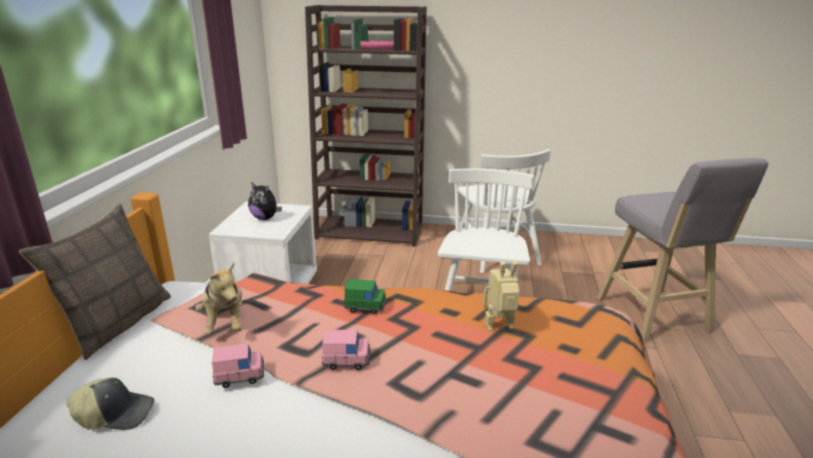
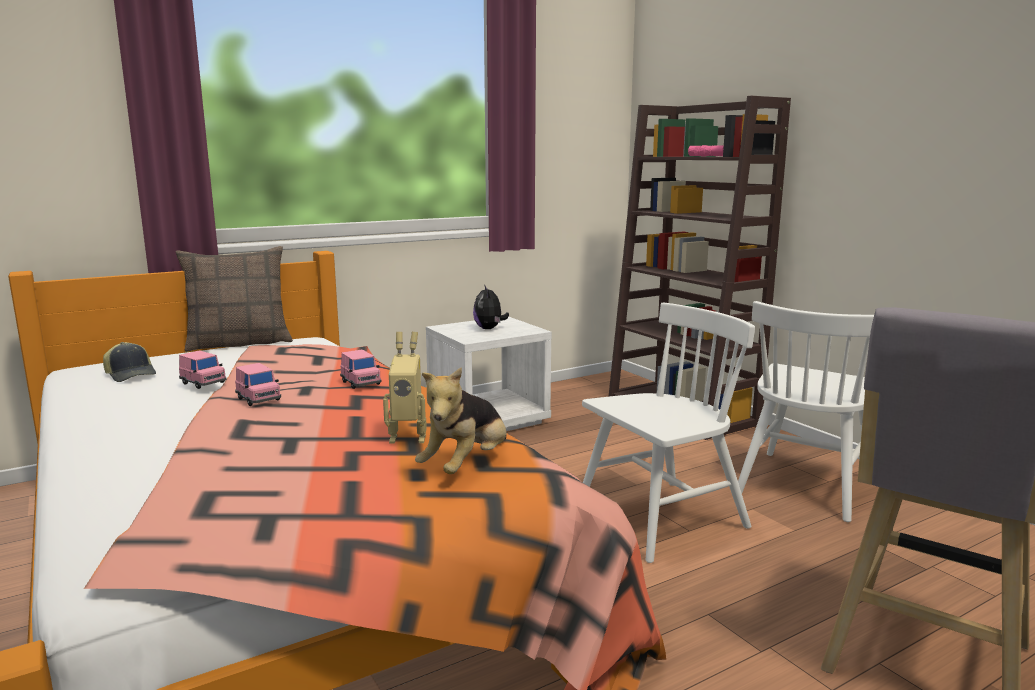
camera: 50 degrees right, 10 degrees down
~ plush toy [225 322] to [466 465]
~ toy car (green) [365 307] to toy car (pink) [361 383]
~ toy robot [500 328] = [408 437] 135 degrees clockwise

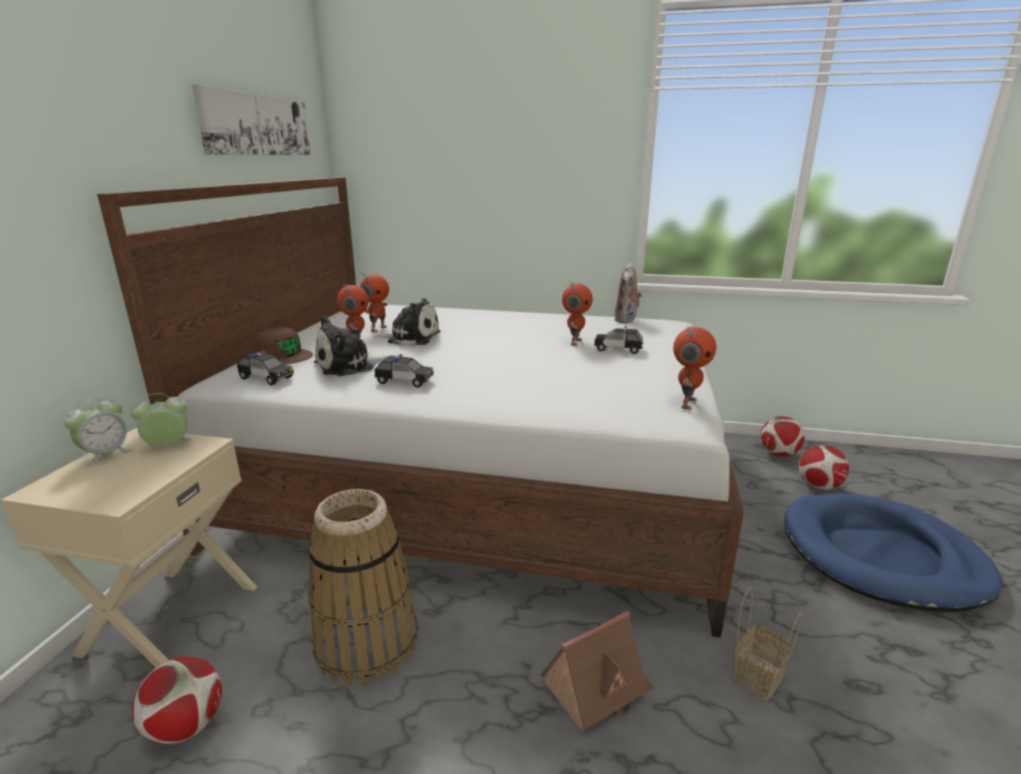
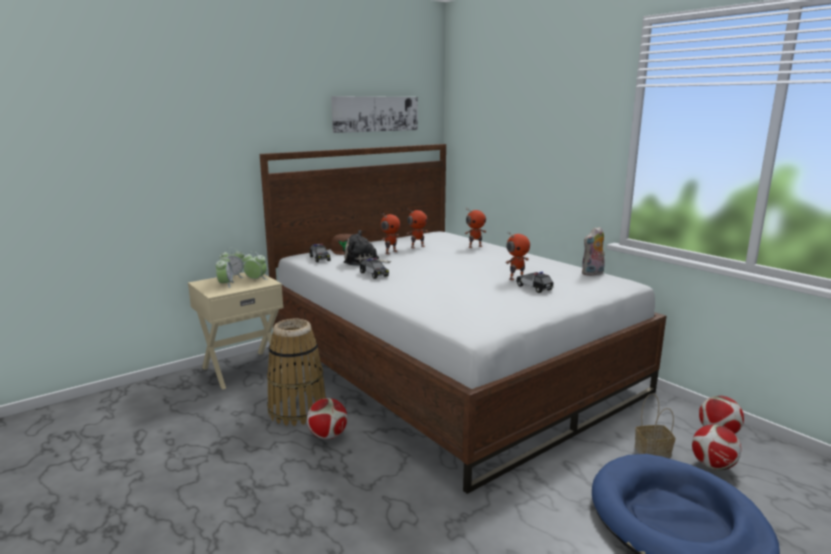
camera: 40 degrees right, 5 degrees down
~ football [186 726] to [328 436]
- plush toy [411 338]
- toy house [597 687]
~ toy robot [687 403] to [475 246]
~ basket [757 674] to [653 451]
+ alarm clock [225 284]

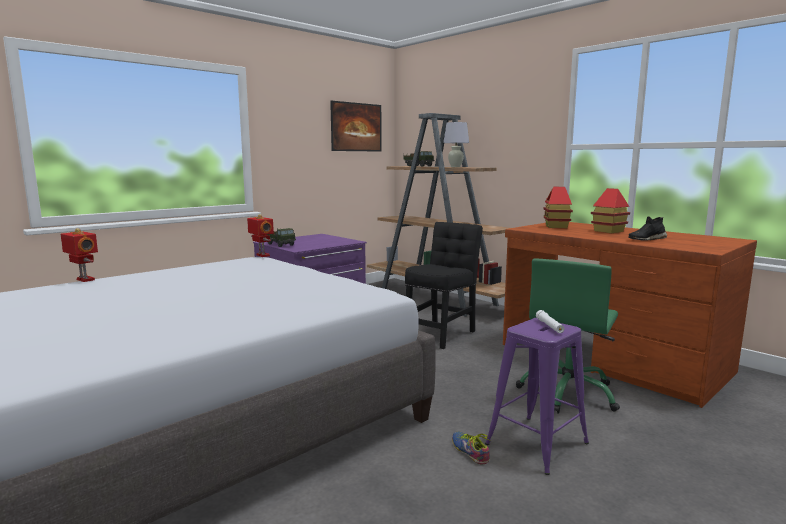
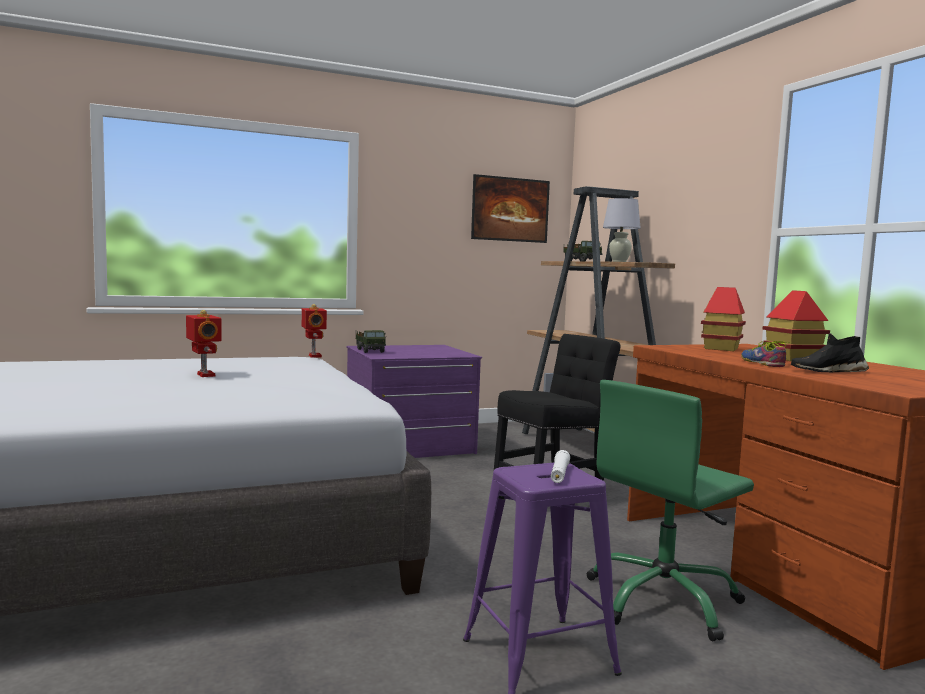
camera: 20 degrees right, 5 degrees down
~ toy robot [84 280] to [204 375]
~ shoe [471 450] to [764 363]

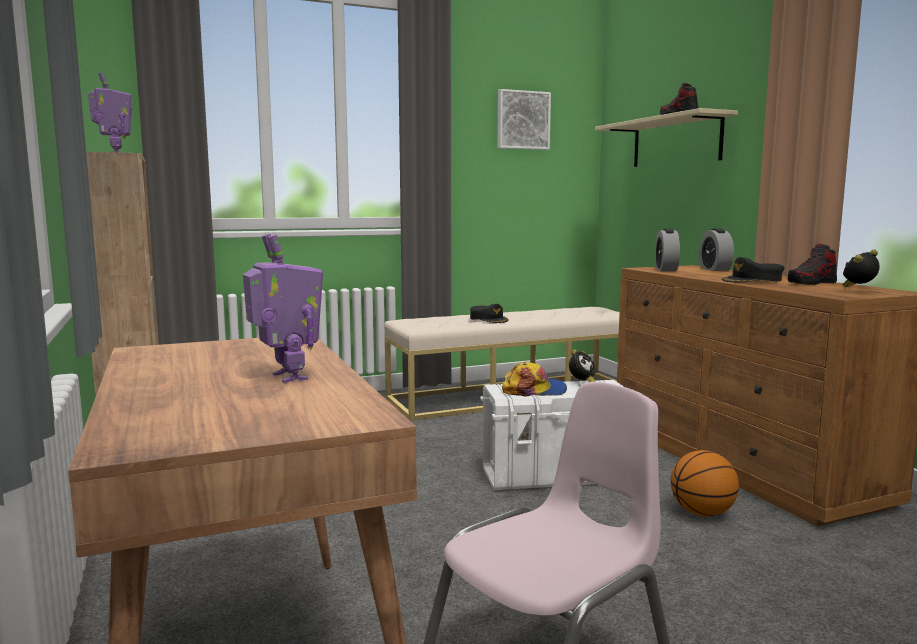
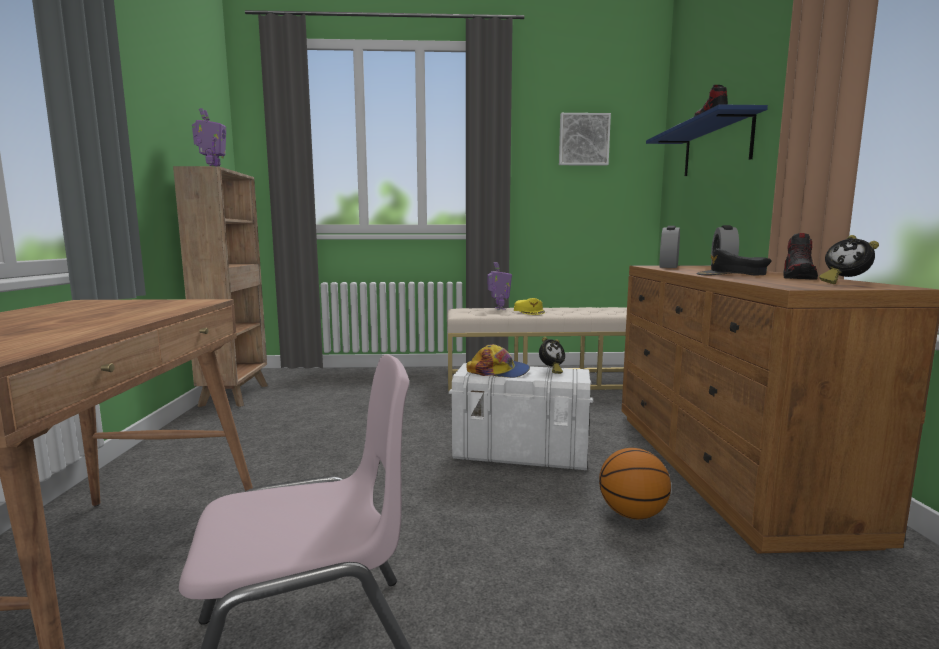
camera: 20 degrees right, 0 degrees up
~ toy robot [287 377] to [499 308]
~ cap (black) [489 319] to cap (yellow) [529 311]
~ shelf (beige) [676 142] to shelf (blue) [716 147]
~ shoe [811 283] = [798 278] 60 degrees counterclockwise
~ alarm clock [859 289] = [844 283] 120 degrees counterclockwise

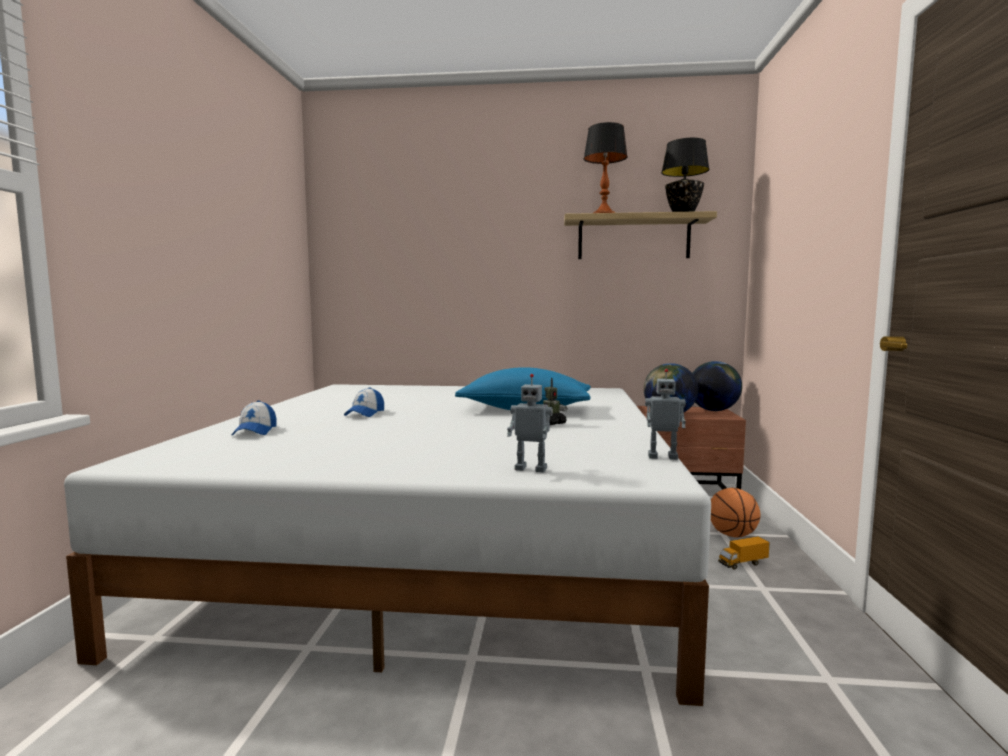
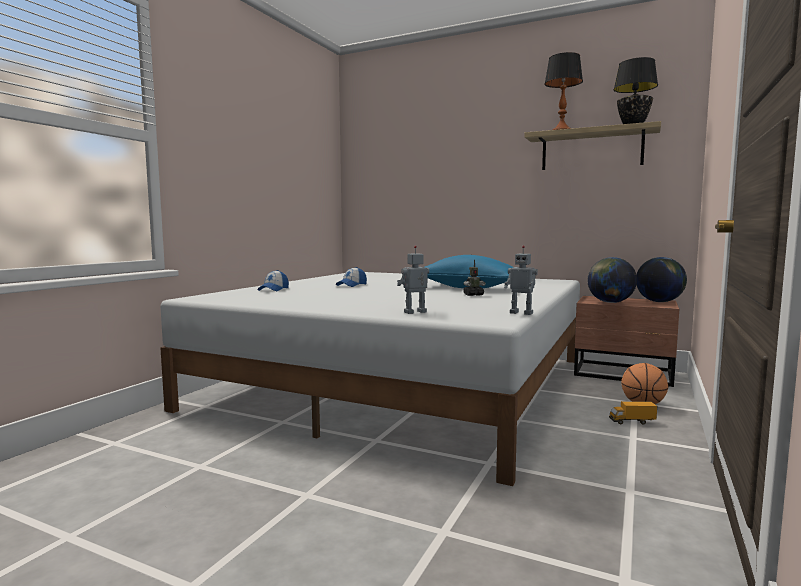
camera: 20 degrees right, 0 degrees up
~ toy robot [531 469] = [415 312] 120 degrees clockwise

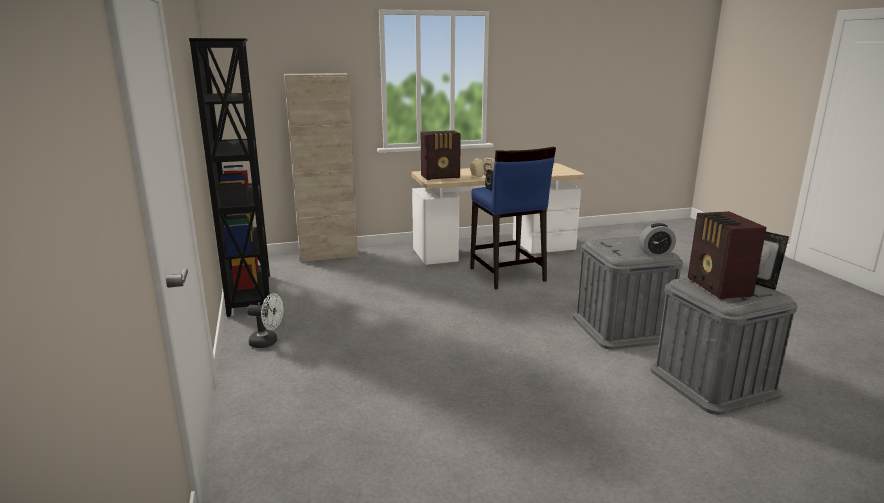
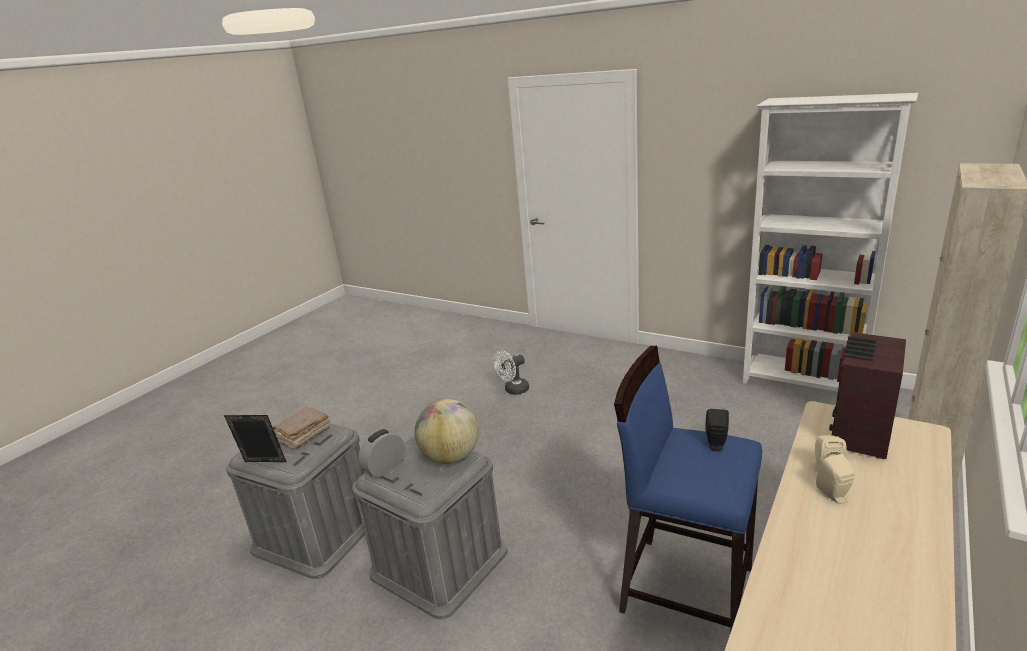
camera: 140 degrees right, 5 degrees up
~ bookcase (black) [251 294] to bookcase (white) [803 384]
~ fan (white) [268 342] to [513 390]
~ radio [718 288] to book (brown) [303 436]
+ globe [451 457]

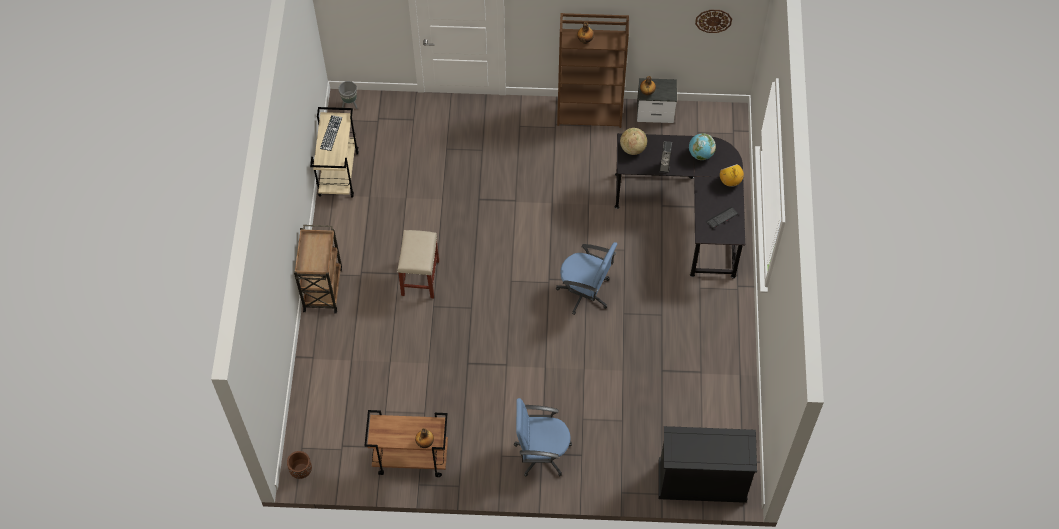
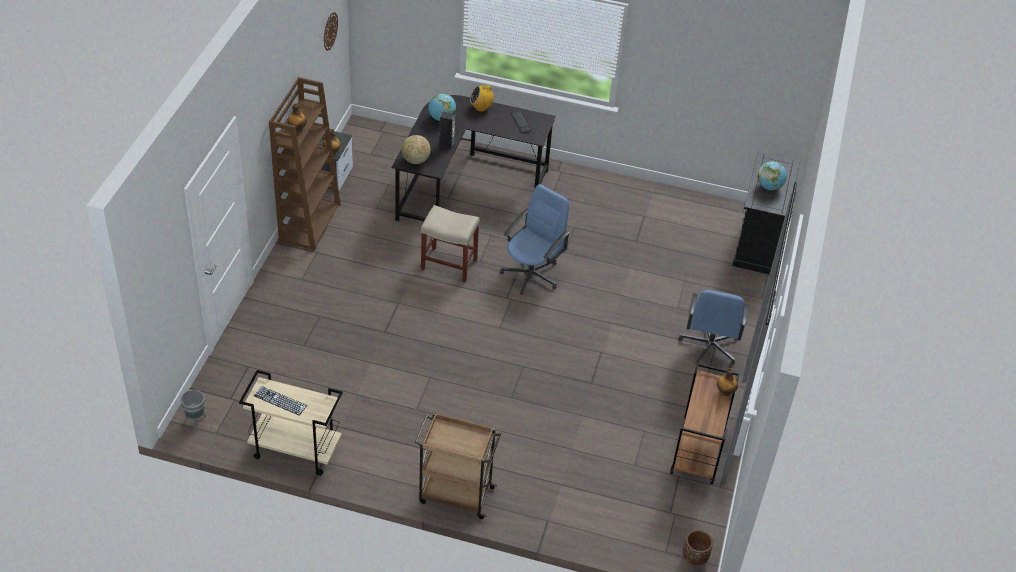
camera: 80 degrees left, 15 degrees down
~ stool (beige) [420 277] to [448 264]
+ globe [769 187]

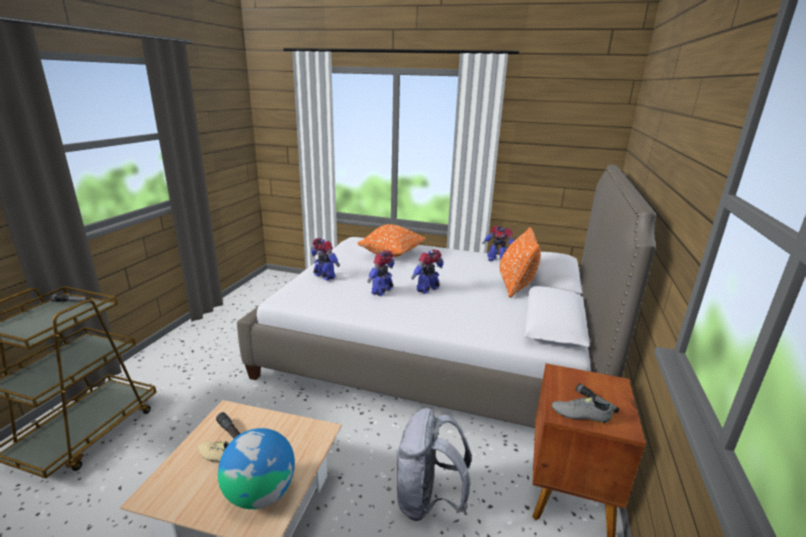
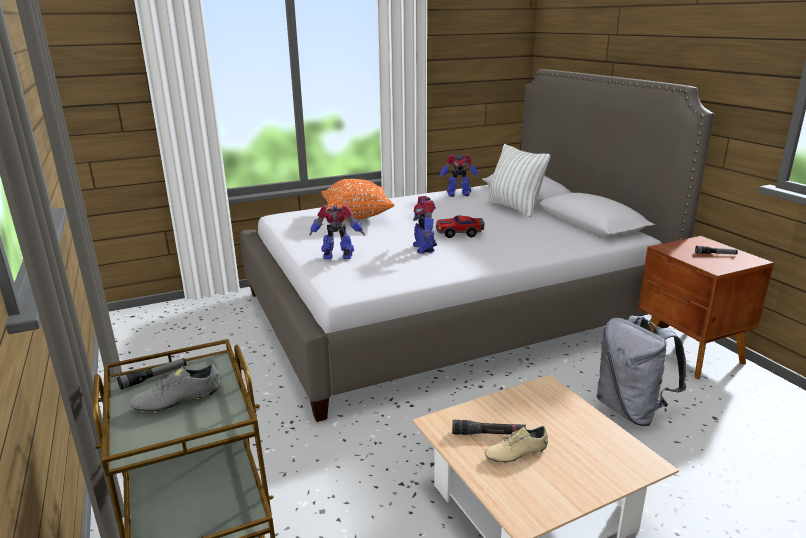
camera: 40 degrees left, 0 degrees up
- globe [260 493]
~ toy robot [428 289] to toy car [459 233]
~ pillow (orange) [515 286] to pillow (white) [514 208]
~ shoe (grey) [580 415] to [177 400]

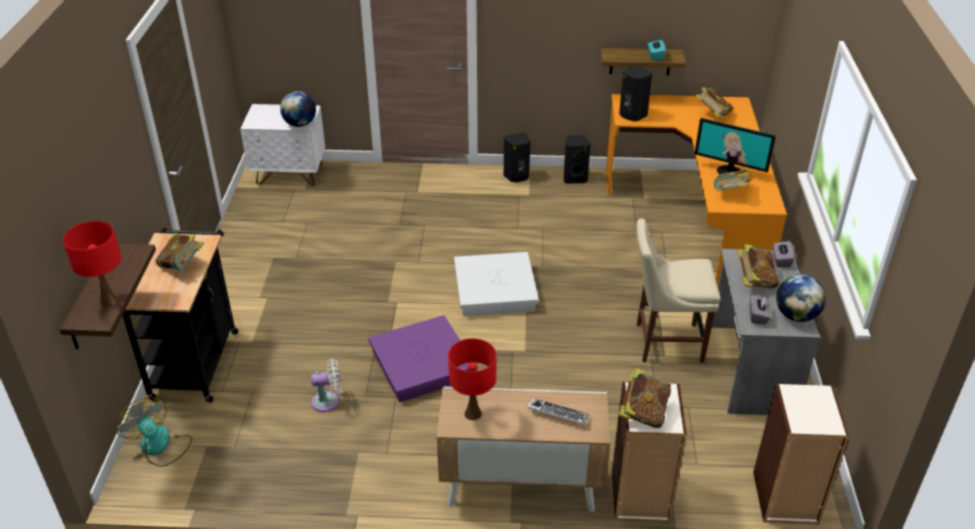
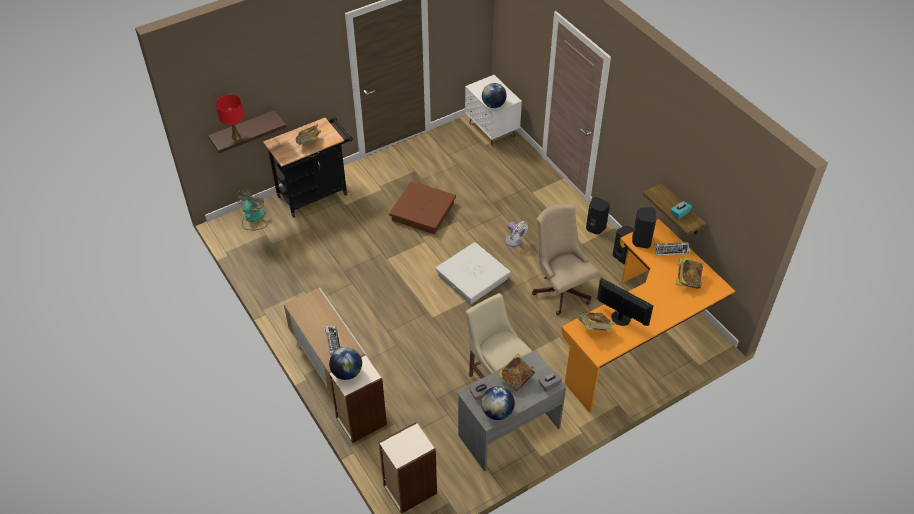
camera: 55 degrees right, 10 degrees up
~ fan (white) [328 401] to [514 241]
- storage box (purple) [421 365]
- table lamp (red) [472 413]
~ book [643 413] to globe [347 372]
~ monitor [729 171] = [620 318] 135 degrees clockwise
+ storage box (brown) [423 212]
+ office chair (beige) [560 289]
+ keyboard [671 250]

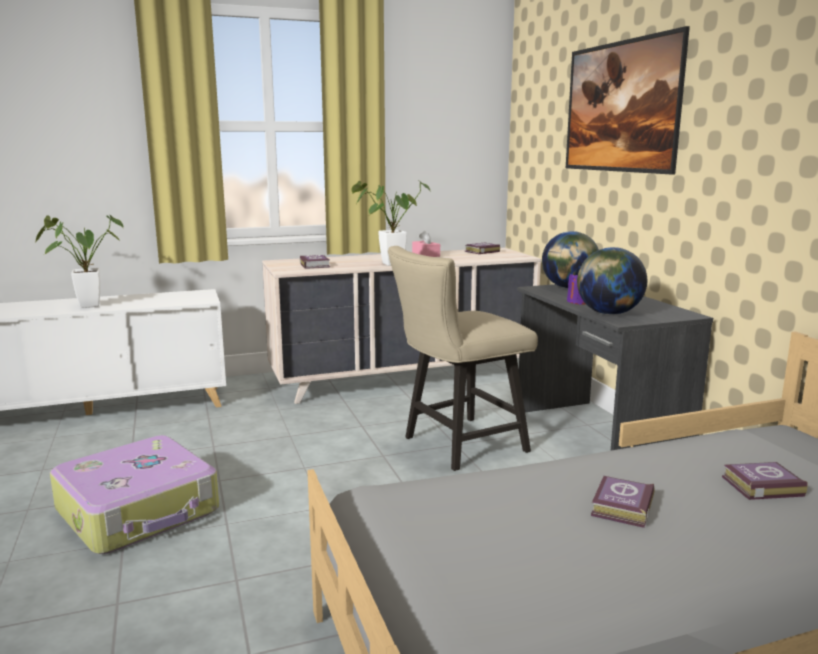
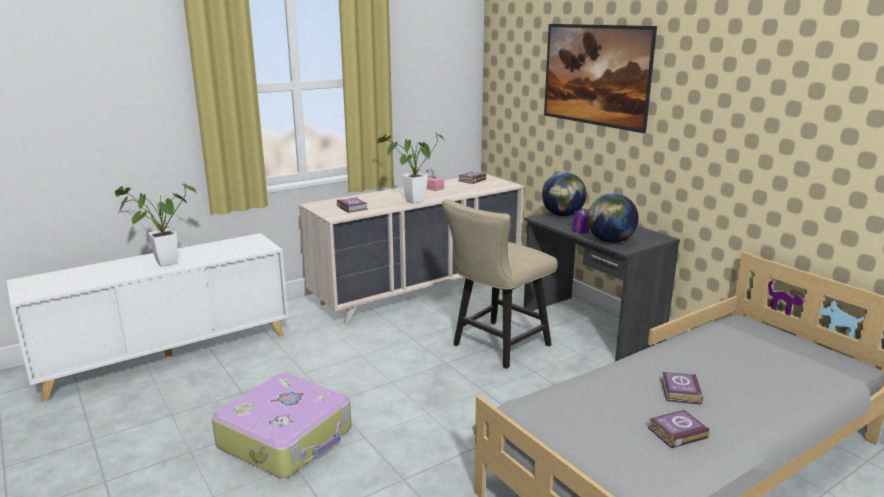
camera: 15 degrees left, 5 degrees up
~ book [760 486] to [675 432]

